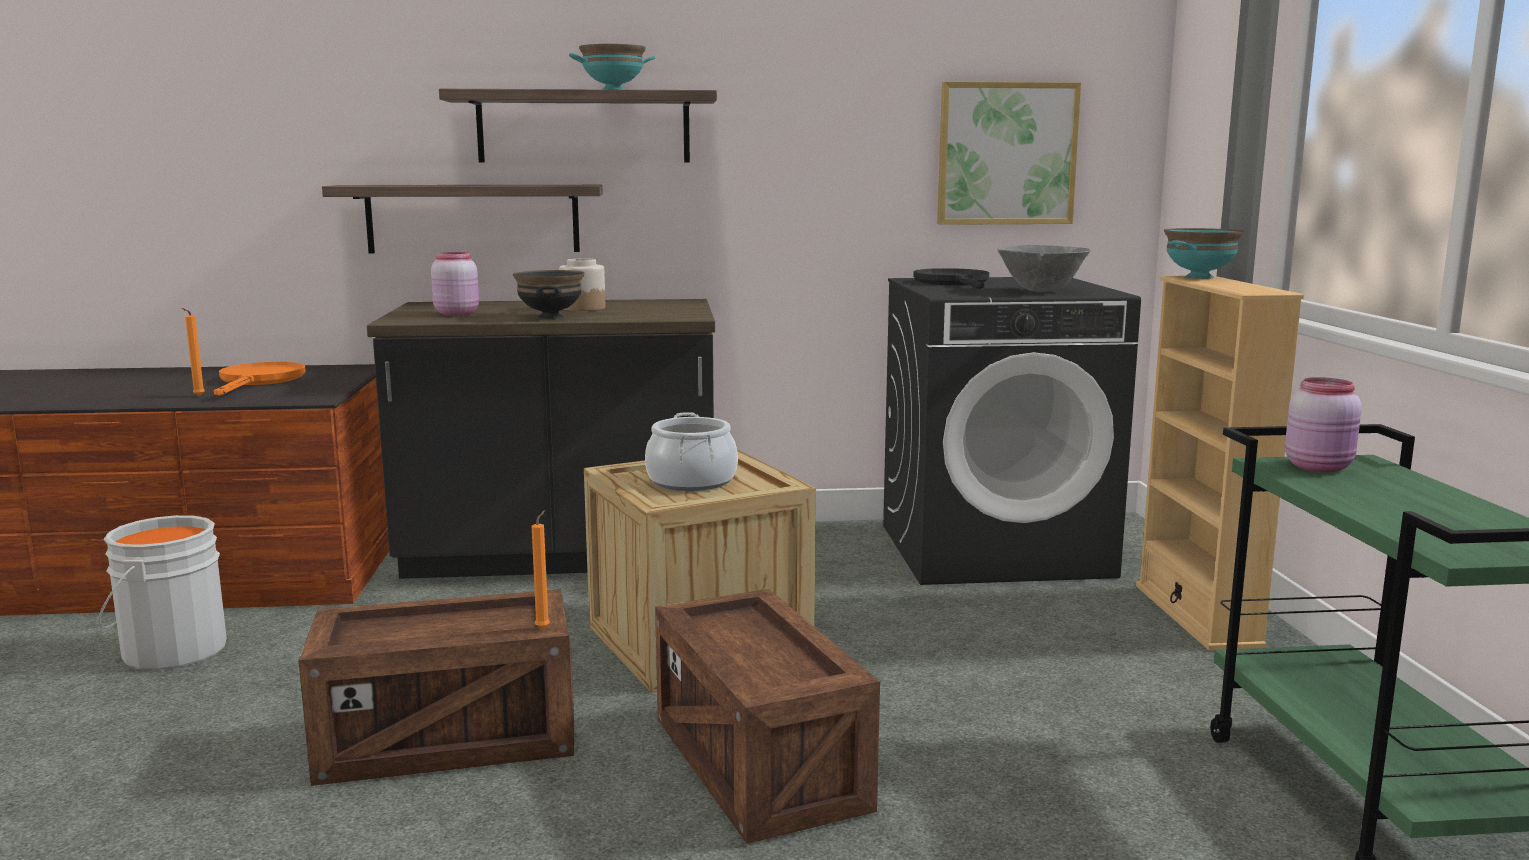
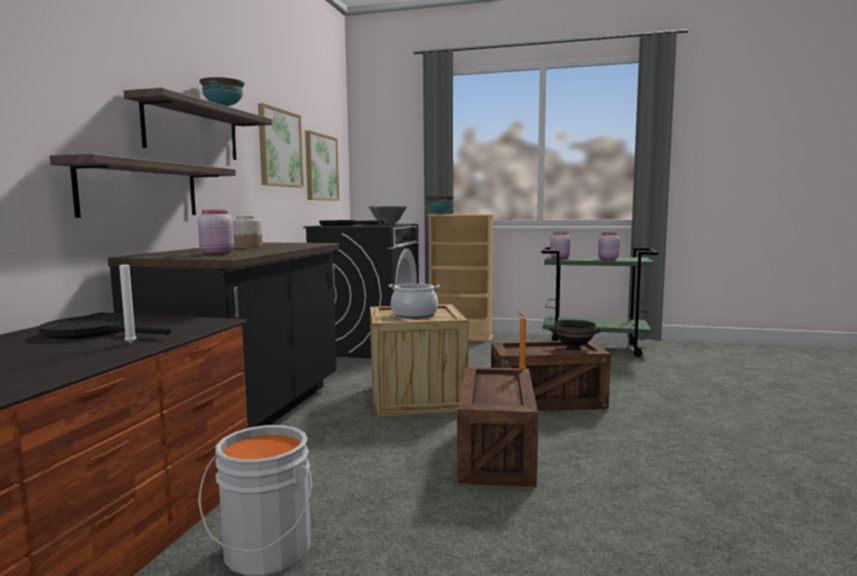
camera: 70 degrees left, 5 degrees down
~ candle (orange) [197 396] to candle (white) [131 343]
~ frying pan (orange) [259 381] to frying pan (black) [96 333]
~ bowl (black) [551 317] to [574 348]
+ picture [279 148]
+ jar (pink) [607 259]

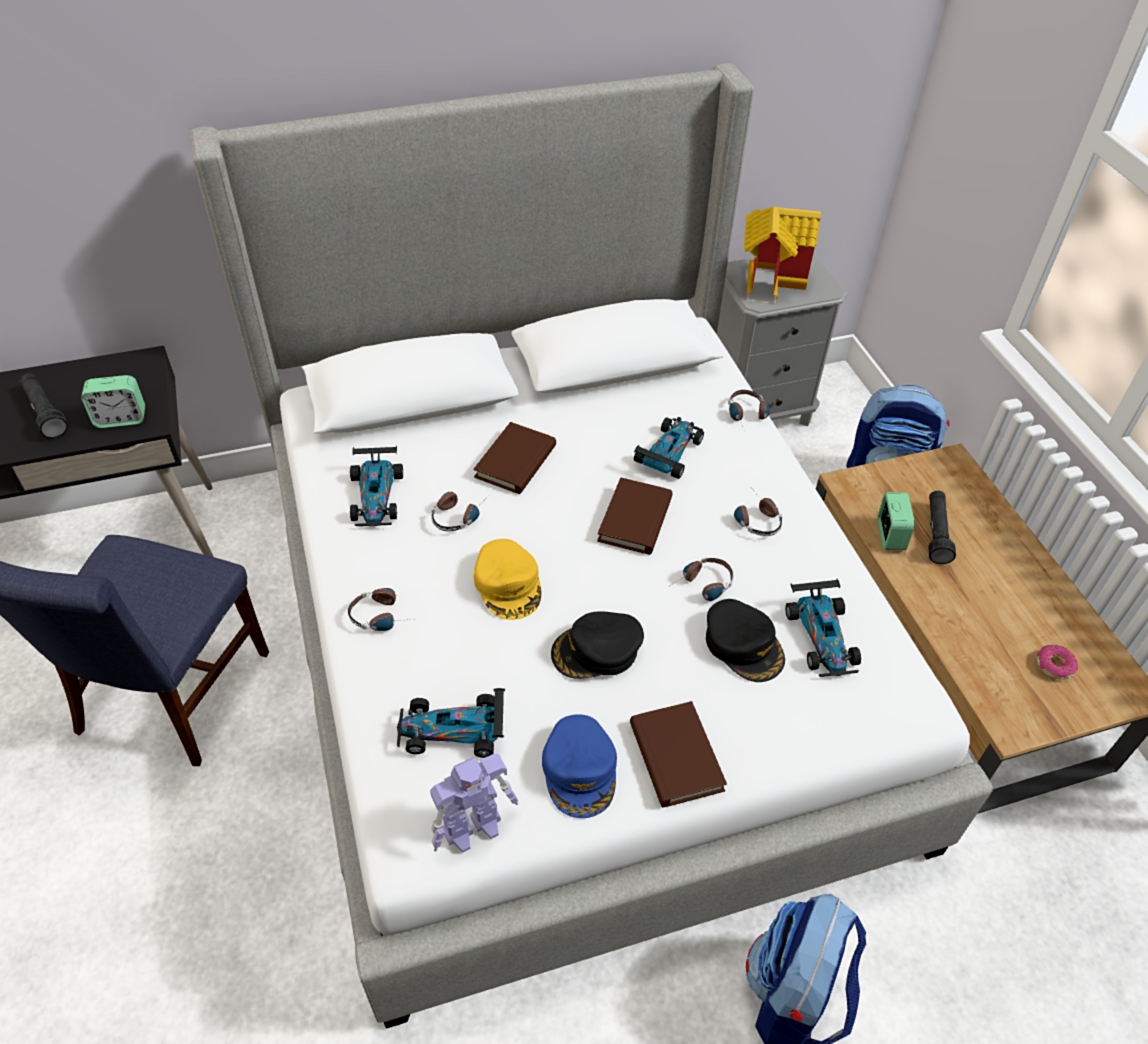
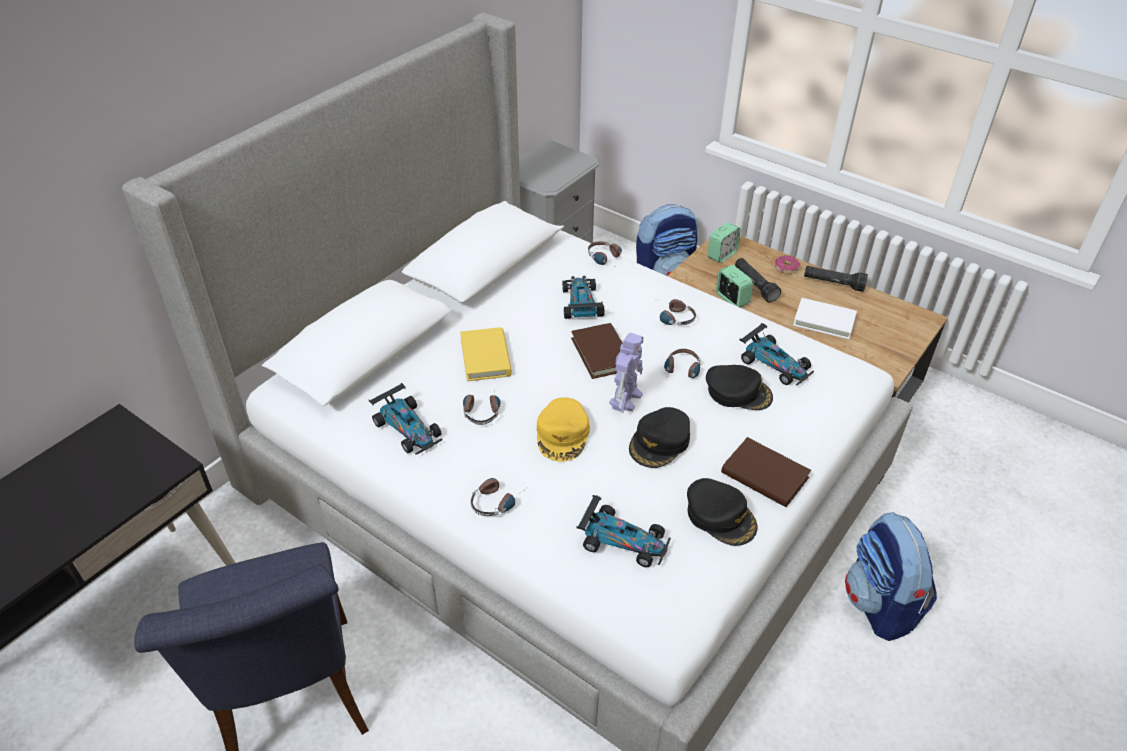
camera: 35 degrees left, 5 degrees down
~ flashlight (black) [45 413] to [833 284]
~ alarm clock [121 418] to [721 255]
~ toy car [453 731] = [623 540] 120 degrees counterclockwise
~ toy robot [474 826] to [626 398]
~ cap (yellow) [508 584] = [563 434] 60 degrees clockwise
~ book (brown) [515 462] to book (yellow) [485 357]
~ cap (blue) [580 770] to cap (black) [720 516]
- toy house [771 280]
~ donut [1054 665] to [786 268]
+ book (white) [824 321]

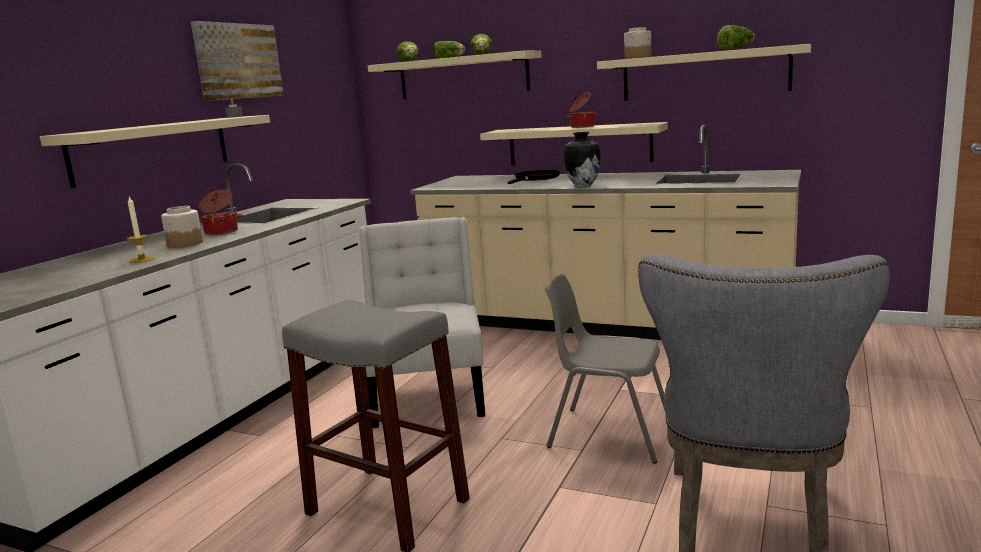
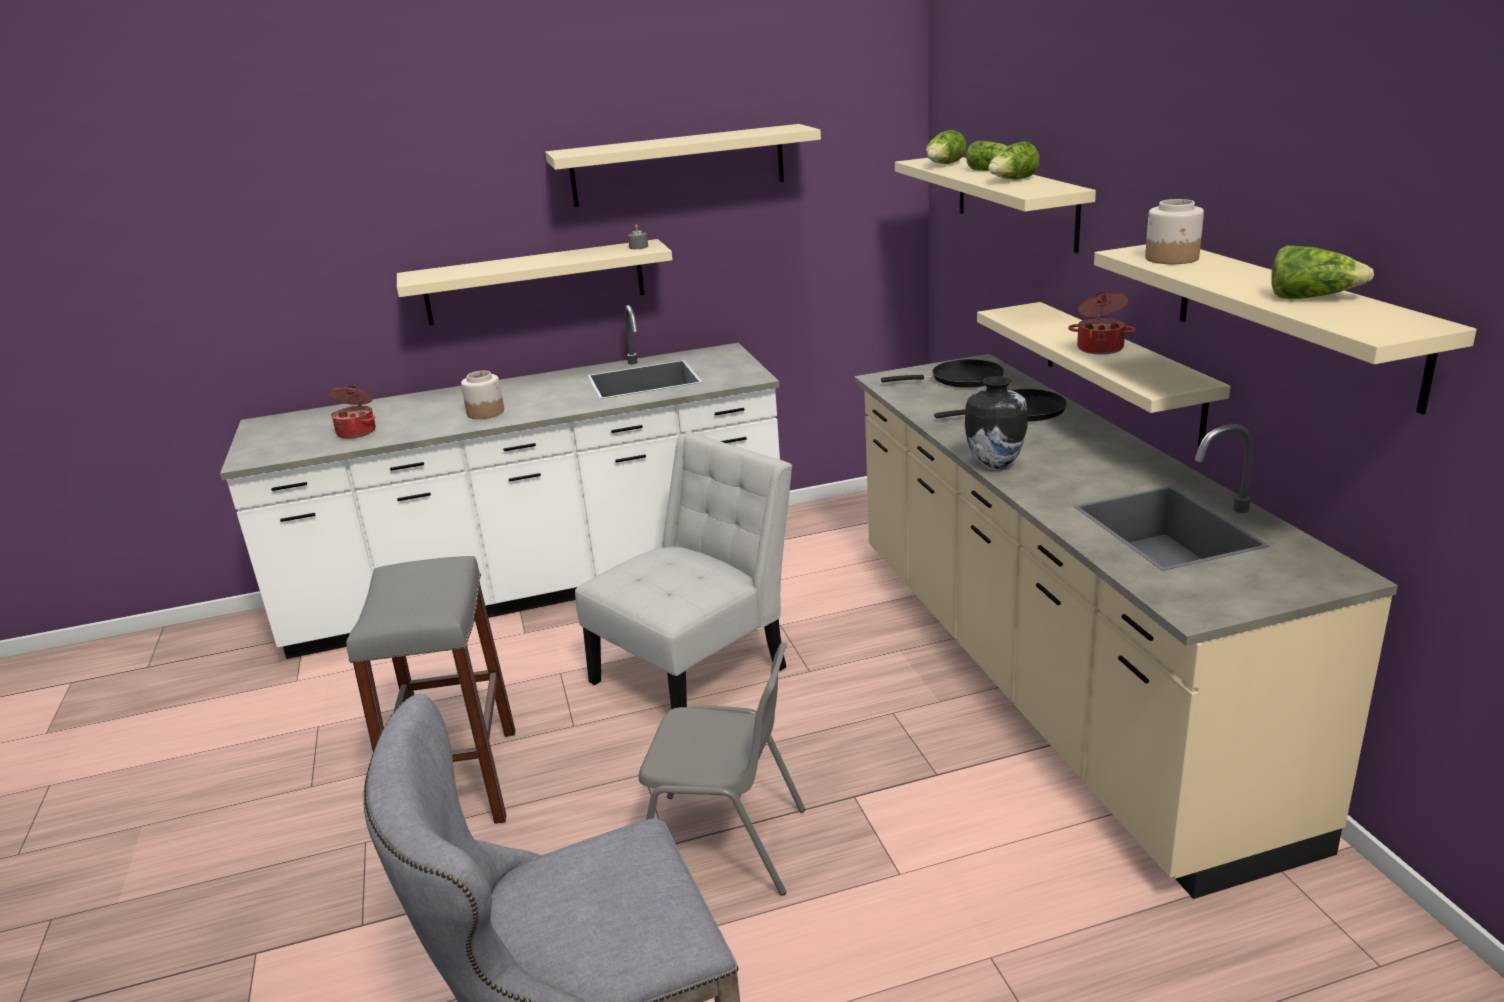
camera: 50 degrees right, 10 degrees up
- candle [142 259]
~ picture [237 61] to shelf (beige) [678 165]
~ cooking pot [221 232] to [357 432]
~ chair (grey) [608 433] = [725 845] 120 degrees clockwise
+ frying pan (black) [961 379]

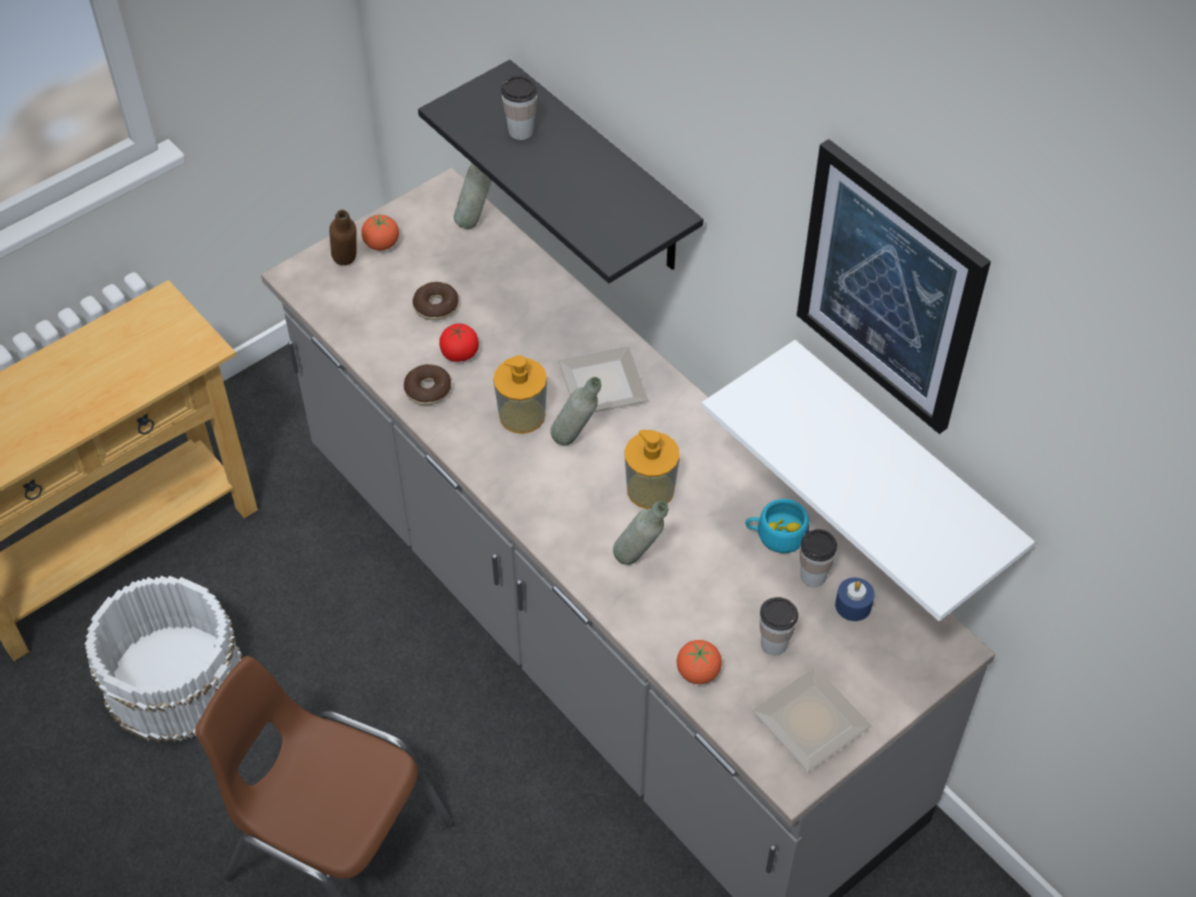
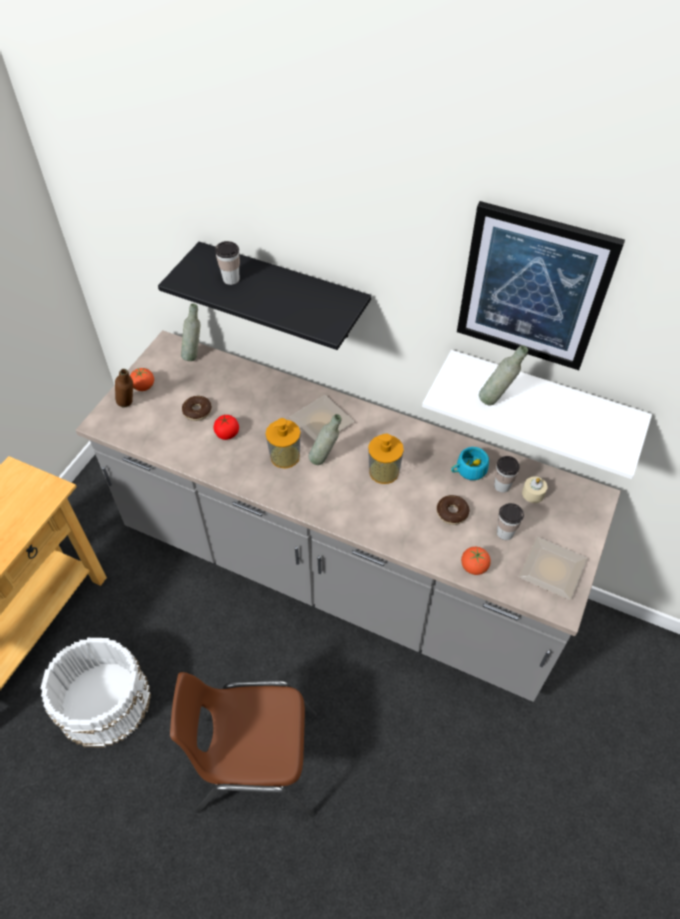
camera: 25 degrees left, 0 degrees up
~ donut [428 390] to [452 513]
~ bottle (grey) [639 560] to [496 400]
~ candle (blue) [853 605] to candle (beige) [533 494]

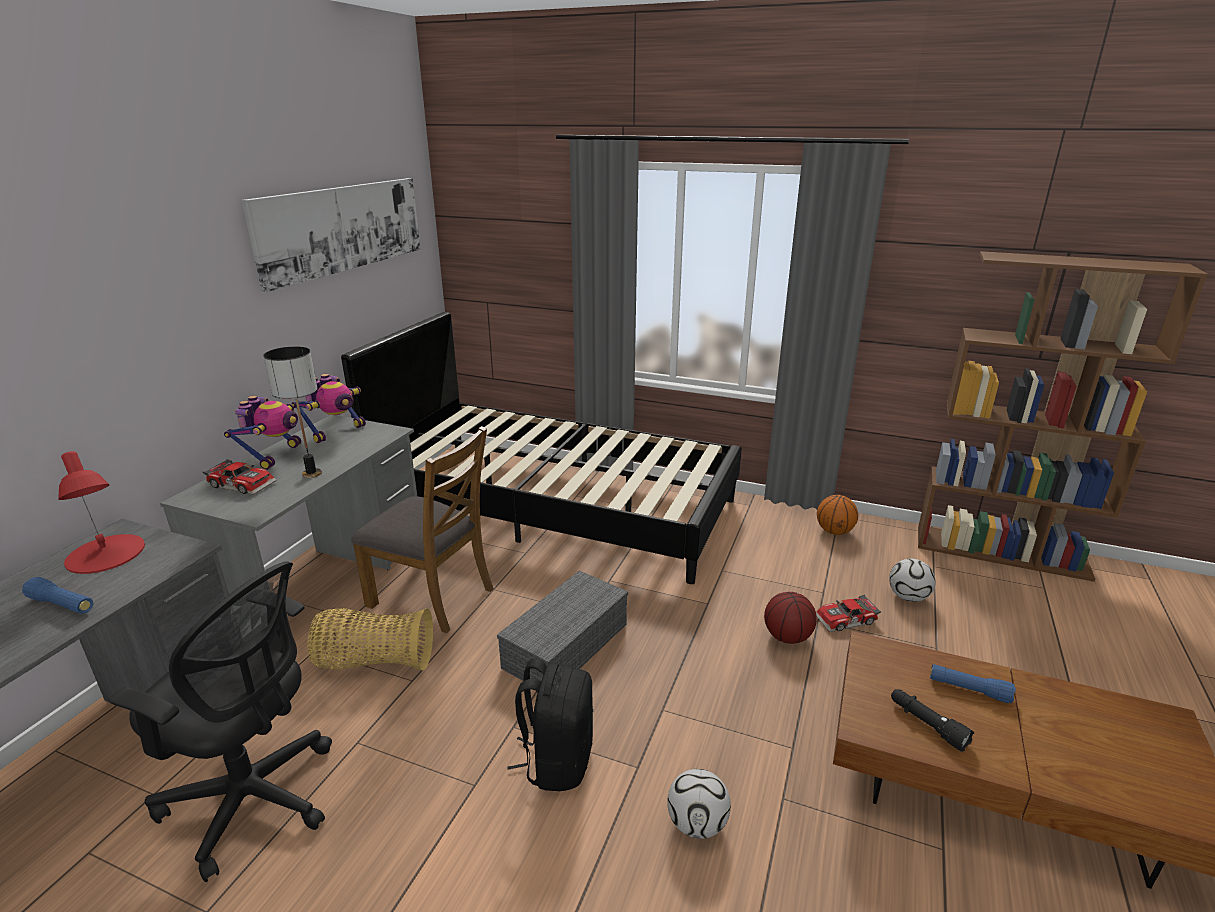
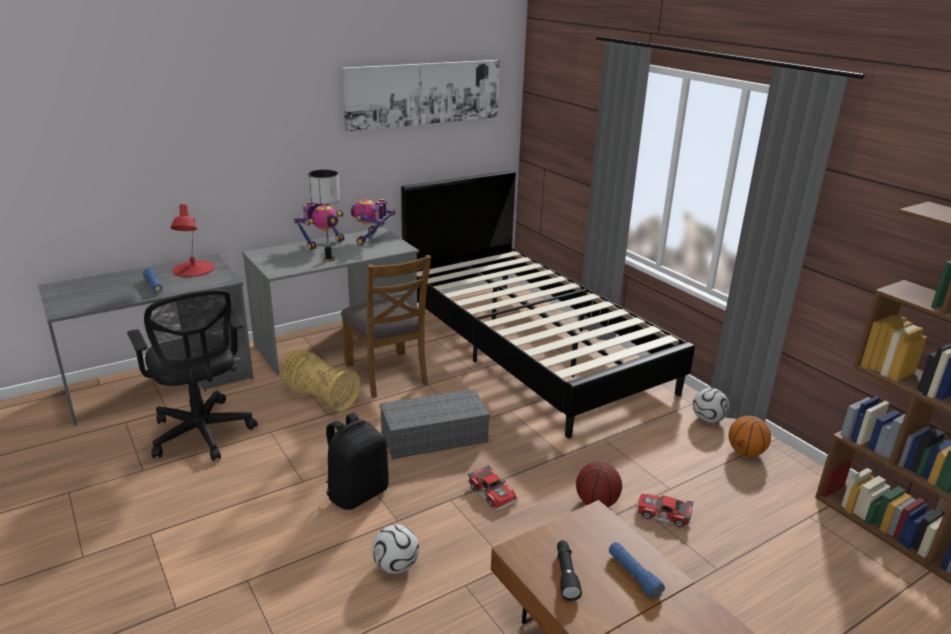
camera: 35 degrees right, 0 degrees up
~ toy car [243 483] to [493 493]
~ toy robot [336 432] = [372 239] 120 degrees clockwise
~ football [907 597] to [707 419]

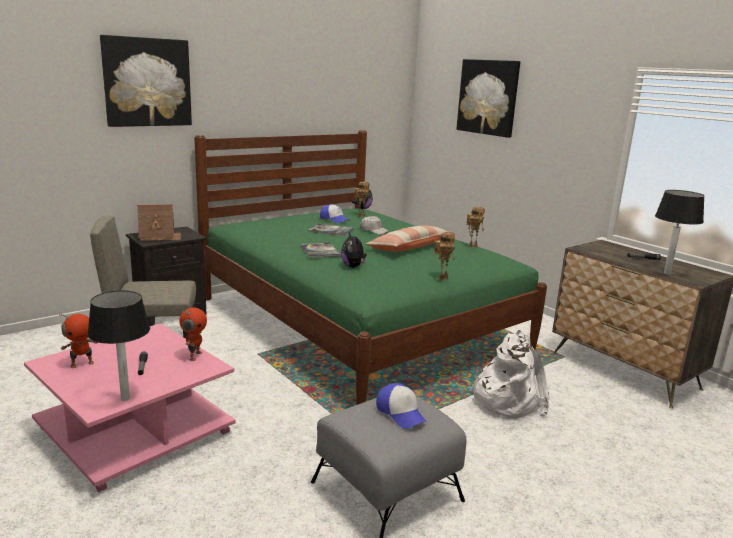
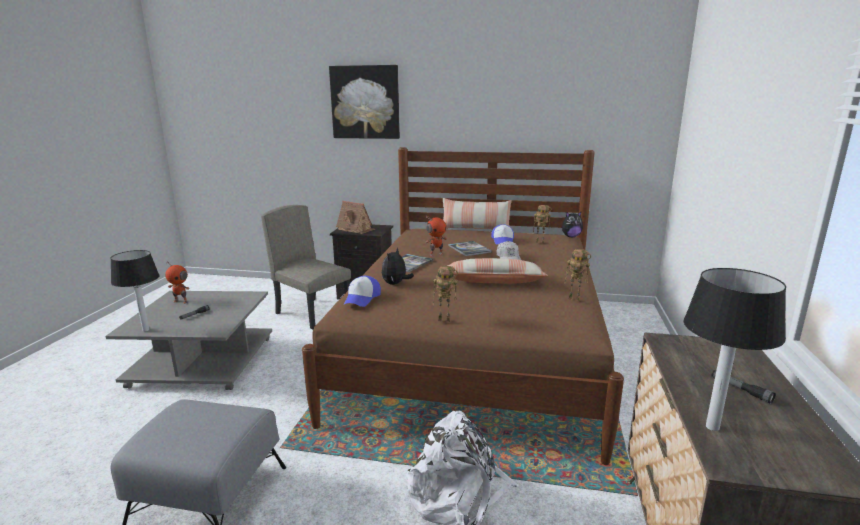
camera: 50 degrees right, 0 degrees up
~ coffee table (pink) [136 429] to coffee table (grey) [204 361]
~ toy robot [194 356] to [436 254]
~ bed (green) [357 323] to bed (brown) [475 351]
~ cap [401 413] to [362 298]
- picture [488 97]
+ pillow [475 229]

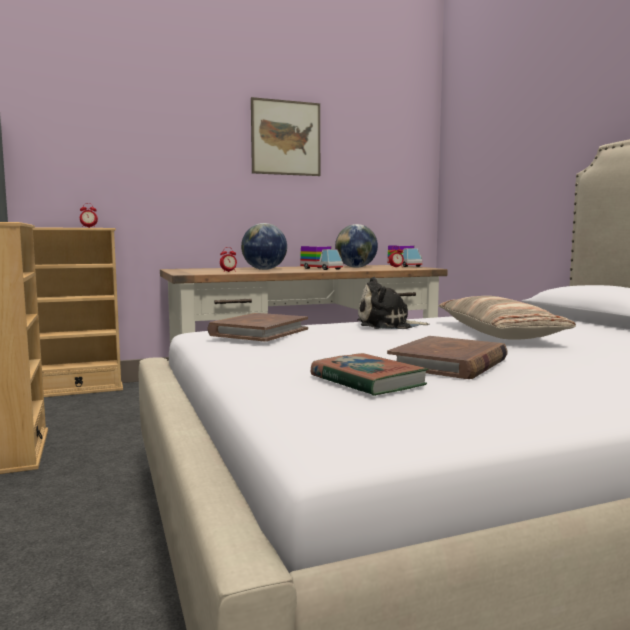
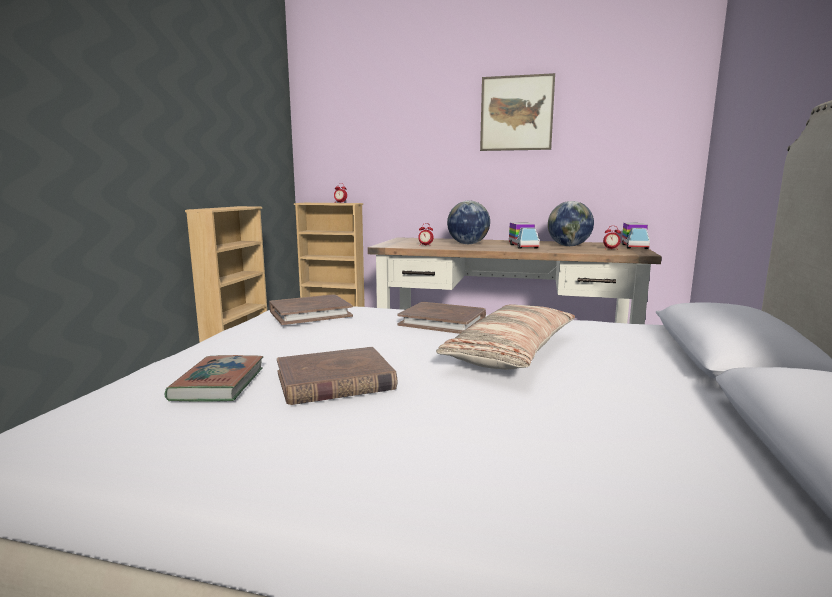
camera: 35 degrees right, 5 degrees up
~ plush toy [387 325] to book (brown) [443 322]

